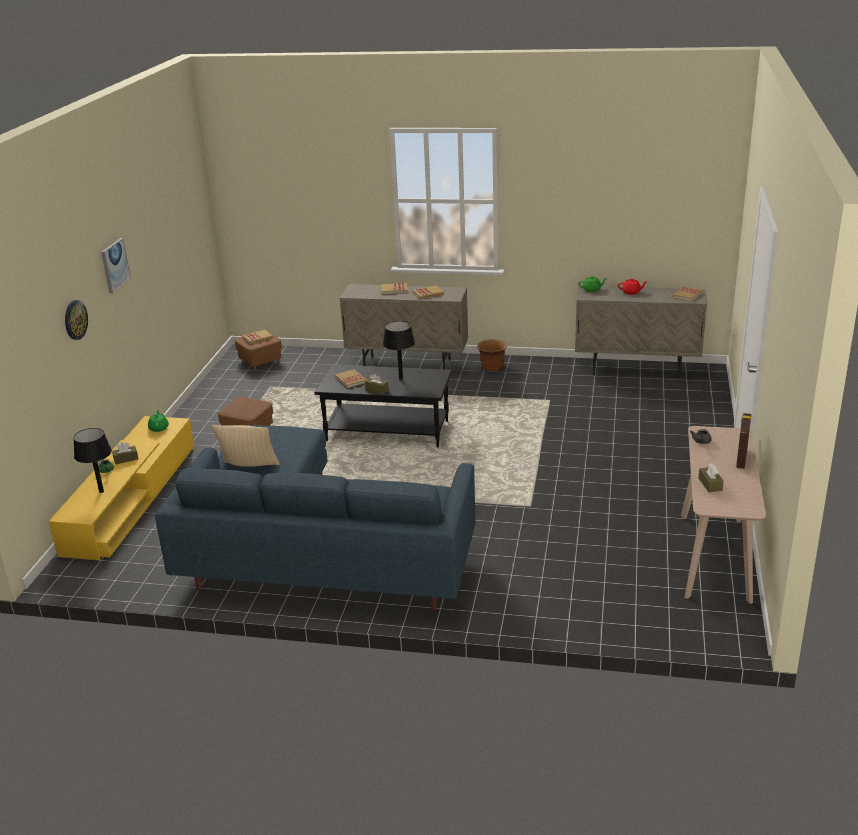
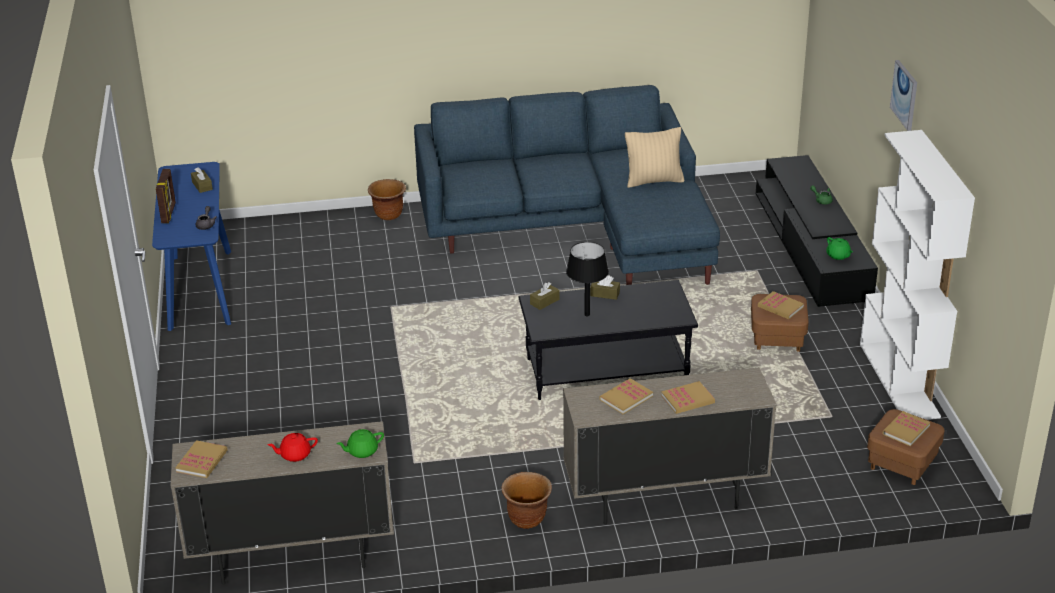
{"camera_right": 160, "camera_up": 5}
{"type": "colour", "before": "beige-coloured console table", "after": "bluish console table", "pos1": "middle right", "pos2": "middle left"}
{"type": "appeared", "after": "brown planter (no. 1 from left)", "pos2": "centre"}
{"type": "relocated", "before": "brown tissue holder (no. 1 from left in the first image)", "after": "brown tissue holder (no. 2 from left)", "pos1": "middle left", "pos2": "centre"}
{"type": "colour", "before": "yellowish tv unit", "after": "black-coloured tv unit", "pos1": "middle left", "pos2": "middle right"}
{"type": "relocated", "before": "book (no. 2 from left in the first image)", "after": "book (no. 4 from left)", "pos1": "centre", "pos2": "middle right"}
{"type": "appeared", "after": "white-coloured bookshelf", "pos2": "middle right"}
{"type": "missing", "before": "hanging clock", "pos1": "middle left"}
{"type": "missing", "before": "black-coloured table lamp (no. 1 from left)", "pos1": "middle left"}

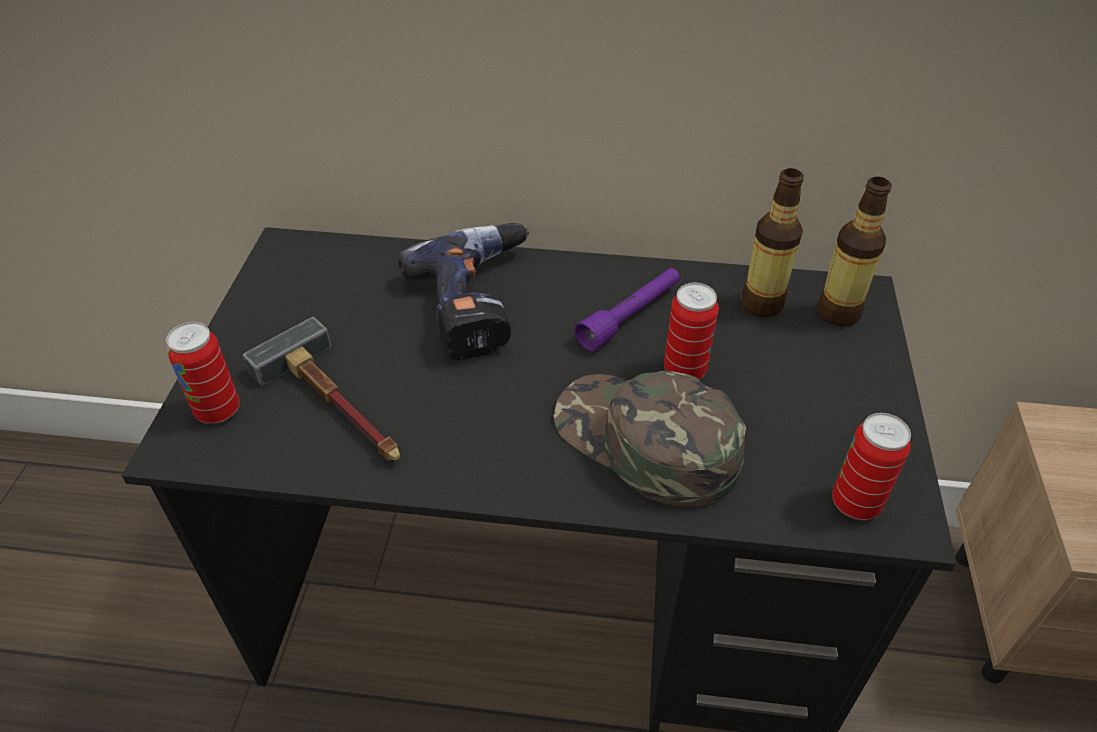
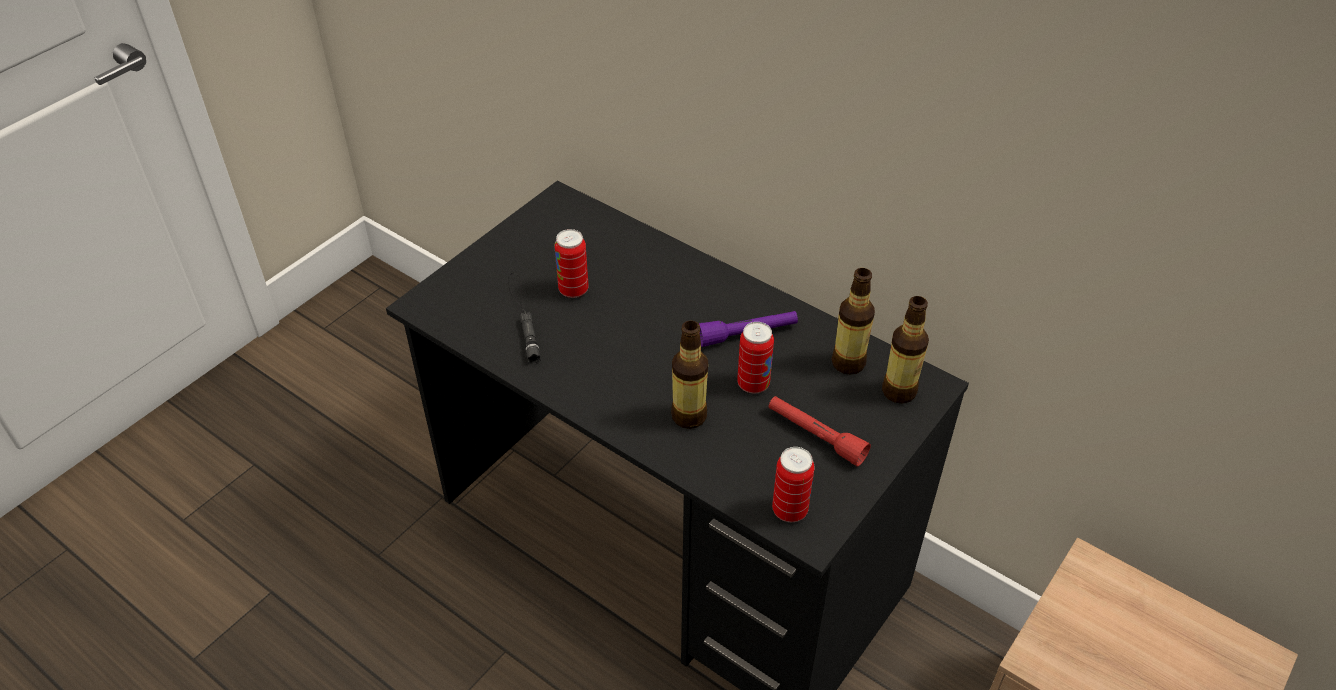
{"camera_right": 30, "camera_up": 0}
{"type": "exchanged", "before": "hand hammer", "after": "black-coloured flashlight", "pos1": "middle left", "pos2": "centre"}
{"type": "relocated", "before": "sealed can (no. 1 from left)", "pos1": "middle left", "pos2": "centre"}
{"type": "exchanged", "before": "green-coloured baseball cap", "after": "drink bottle (no. 1 from left)", "pos1": "centre", "pos2": "centre"}
{"type": "appeared", "after": "reddish flashlight", "pos2": "centre"}
{"type": "missing", "before": "electric drill", "pos1": "centre"}

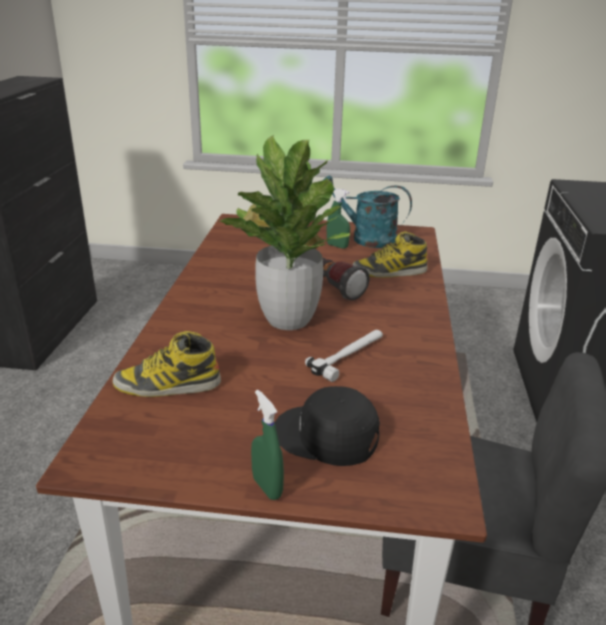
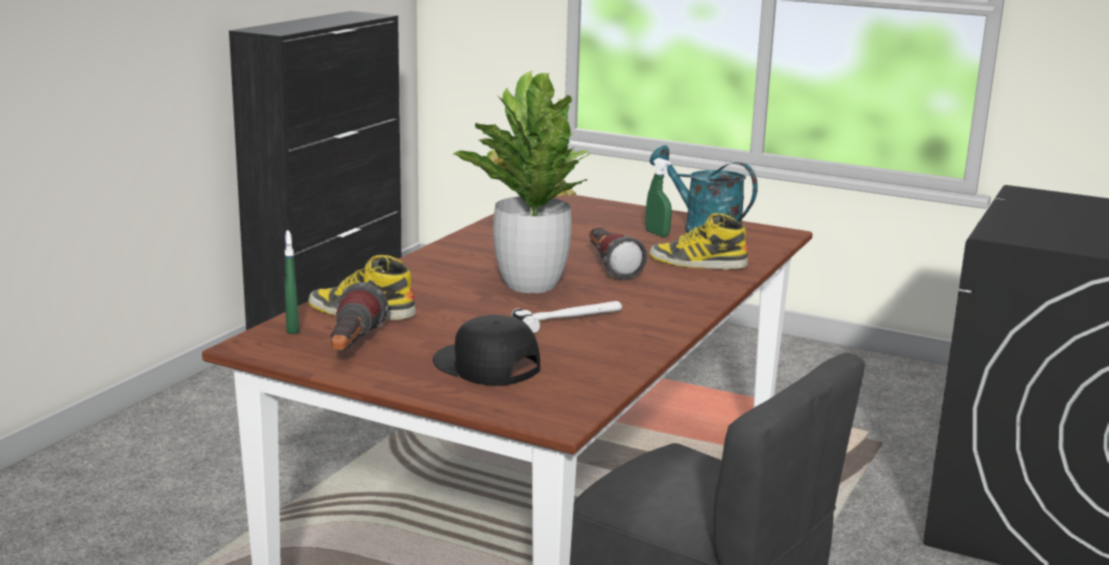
{"camera_right": 20, "camera_up": -10}
{"type": "relocated", "before": "green-coloured spray bottle (no. 1 from left)", "pos1": "bottom centre", "pos2": "middle left"}
{"type": "appeared", "after": "flashlight (no. 1 from left)", "pos2": "middle left"}

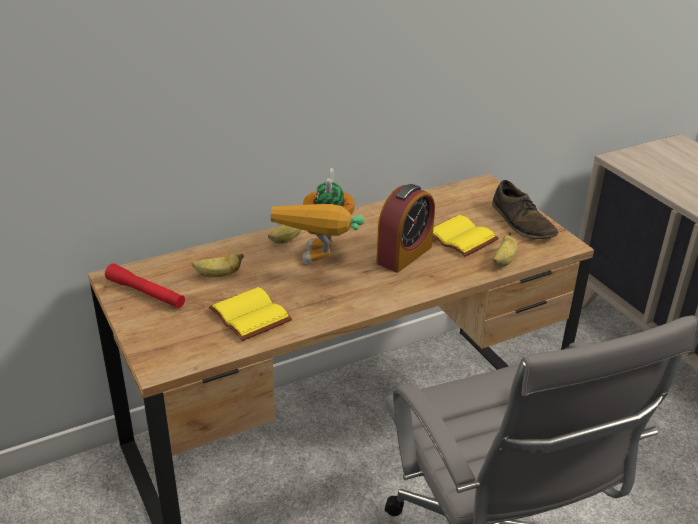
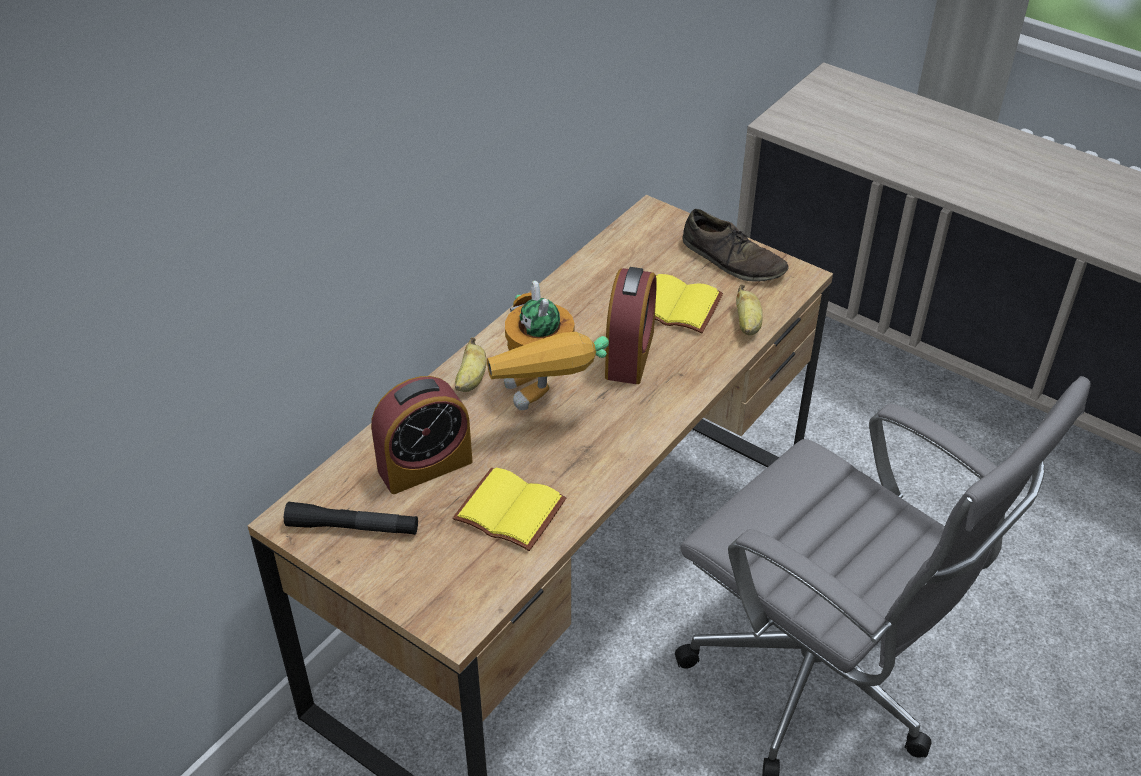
{"camera_right": -25, "camera_up": 10}
{"type": "colour", "before": "reddish flashlight", "after": "black-coloured flashlight", "pos1": "middle left", "pos2": "bottom left"}
{"type": "exchanged", "before": "banana fruit (no. 1 from left)", "after": "bedside clock (no. 1 from left)", "pos1": "middle left", "pos2": "centre"}

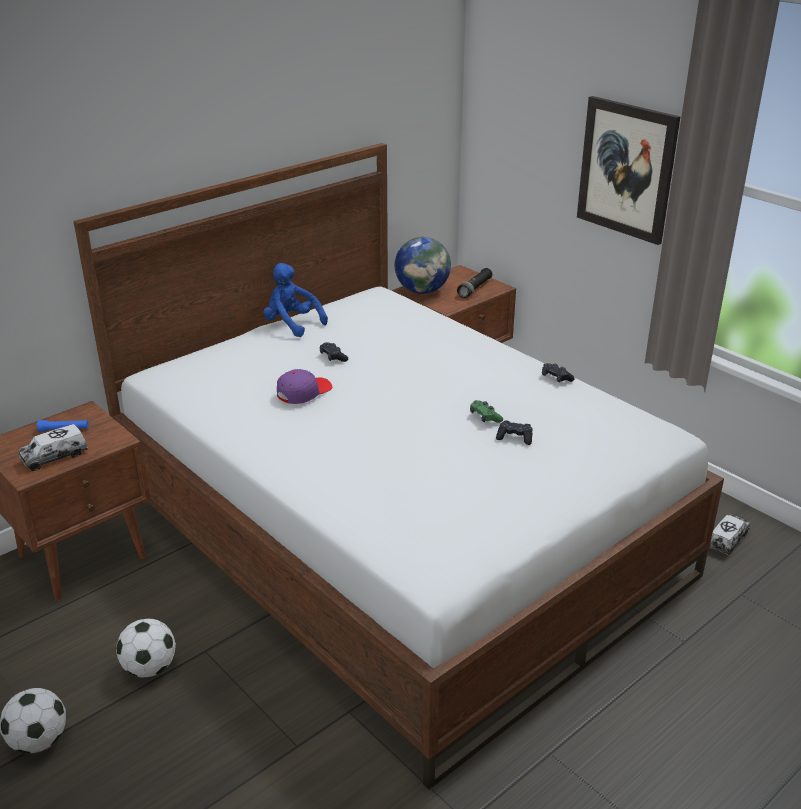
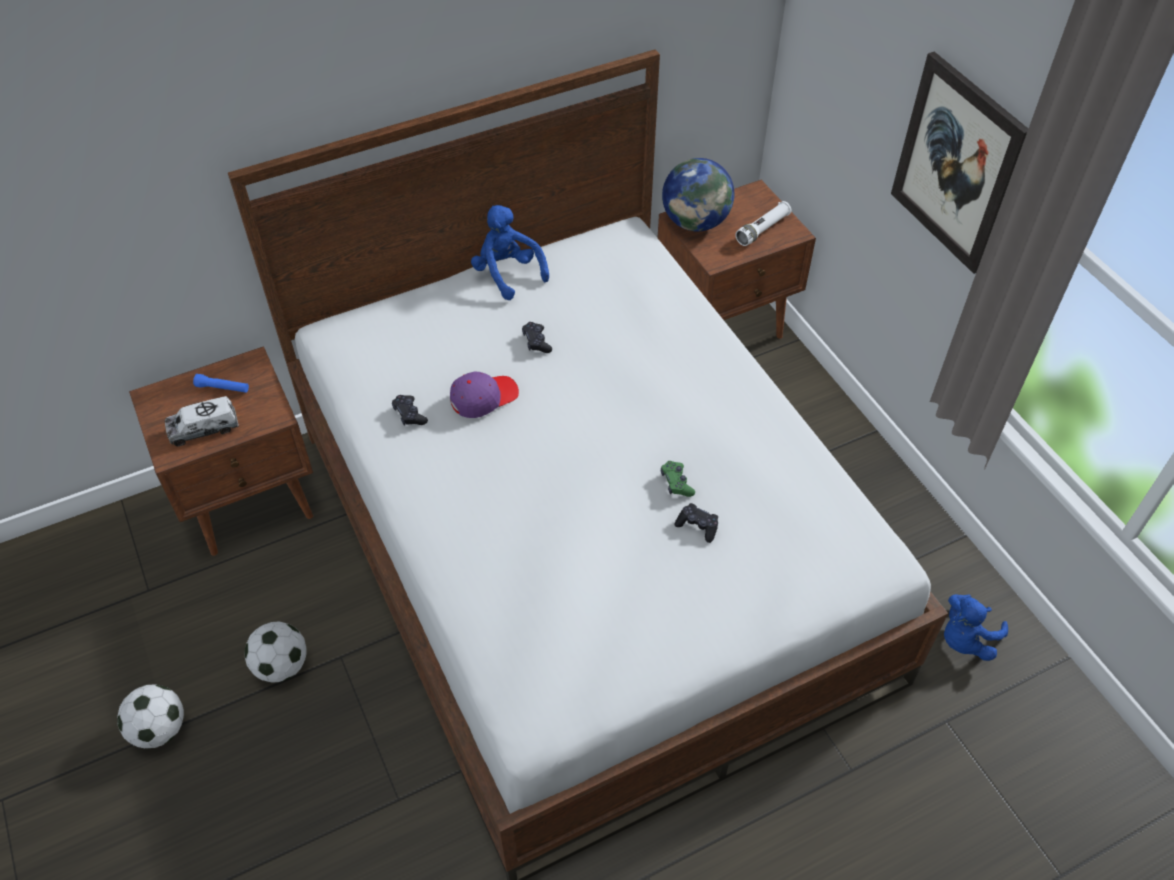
{"camera_right": 15, "camera_up": 20}
{"type": "relocated", "before": "black-coloured game controller (no. 3 from left in the first image)", "after": "black-coloured game controller (no. 1 from left)", "pos1": "middle right", "pos2": "centre"}
{"type": "colour", "before": "black-coloured flashlight", "after": "white-coloured flashlight", "pos1": "centre", "pos2": "top centre"}
{"type": "exchanged", "before": "toy lorry (no. 2 from left)", "after": "bluish plush toy (no. 2 from left)", "pos1": "middle right", "pos2": "bottom right"}

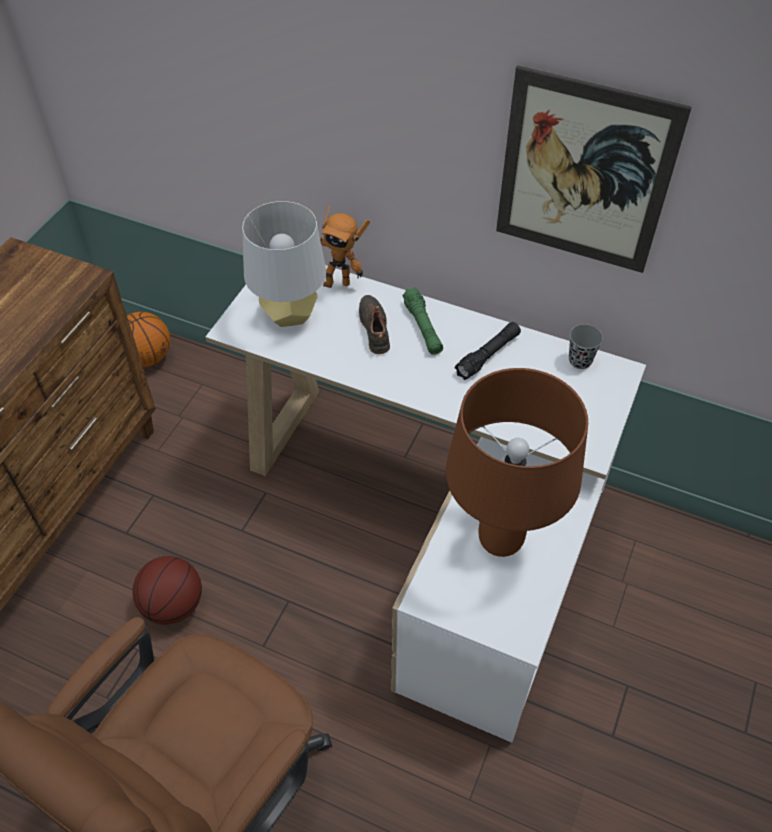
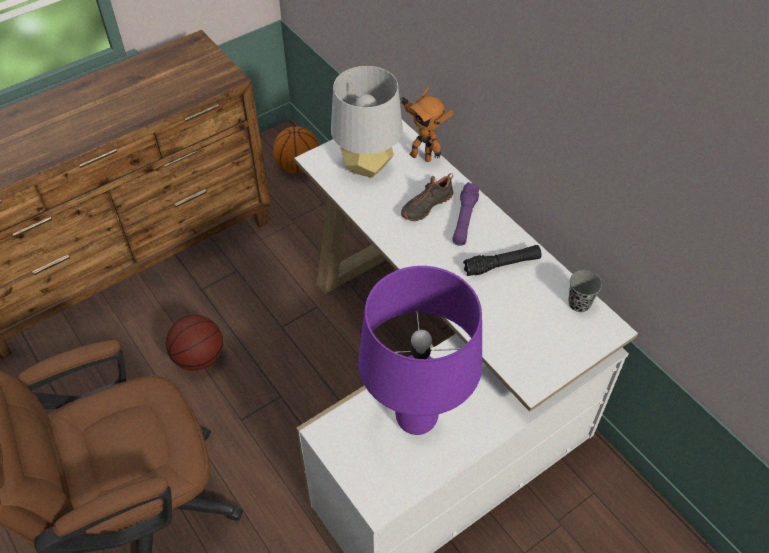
{"camera_right": 30, "camera_up": 0}
{"type": "colour", "before": "brown table lamp", "after": "purplish table lamp", "pos1": "middle right", "pos2": "centre"}
{"type": "spun", "before": "black-coloured shoe", "pos1": "centre", "pos2": "centre", "turn": -150}
{"type": "colour", "before": "green-coloured flashlight", "after": "purplish flashlight", "pos1": "centre", "pos2": "centre"}
{"type": "missing", "before": "wall art", "pos1": "top right"}

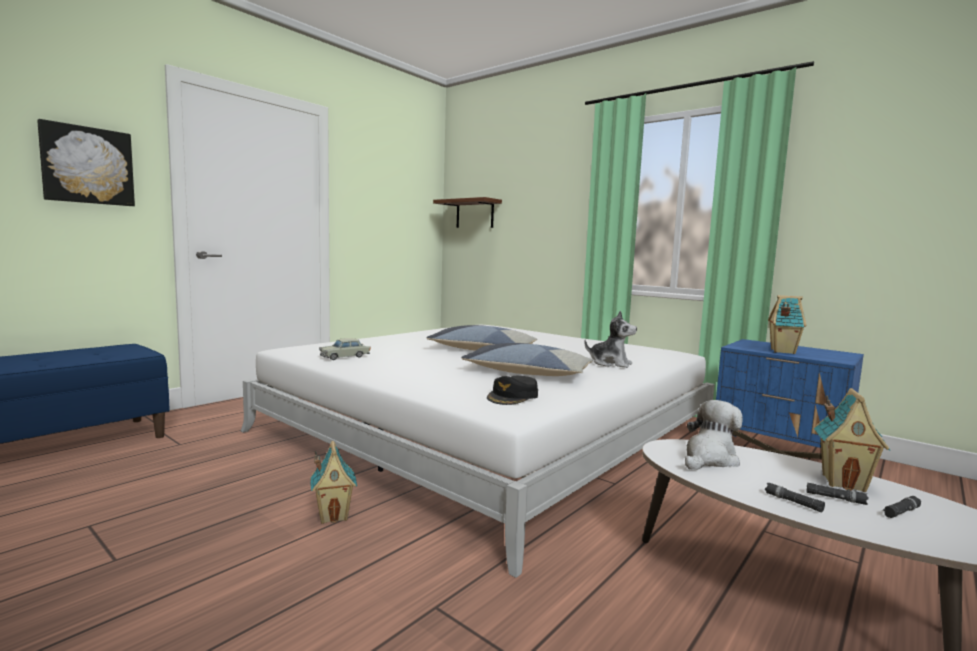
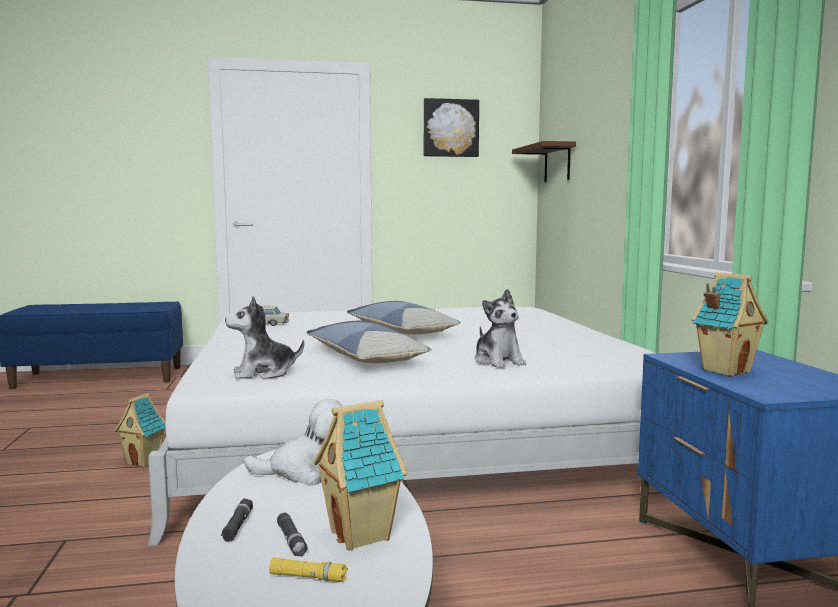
{"camera_right": 40, "camera_up": 0}
{"type": "exchanged", "before": "black-coloured baseball cap", "after": "plush toy (no. 1 from left)", "pos1": "centre", "pos2": "middle left"}
{"type": "colour", "before": "black-coloured flashlight (no. 3 from left)", "after": "yellowish flashlight", "pos1": "bottom right", "pos2": "bottom centre"}
{"type": "relocated", "before": "wall art", "pos1": "top left", "pos2": "top centre"}

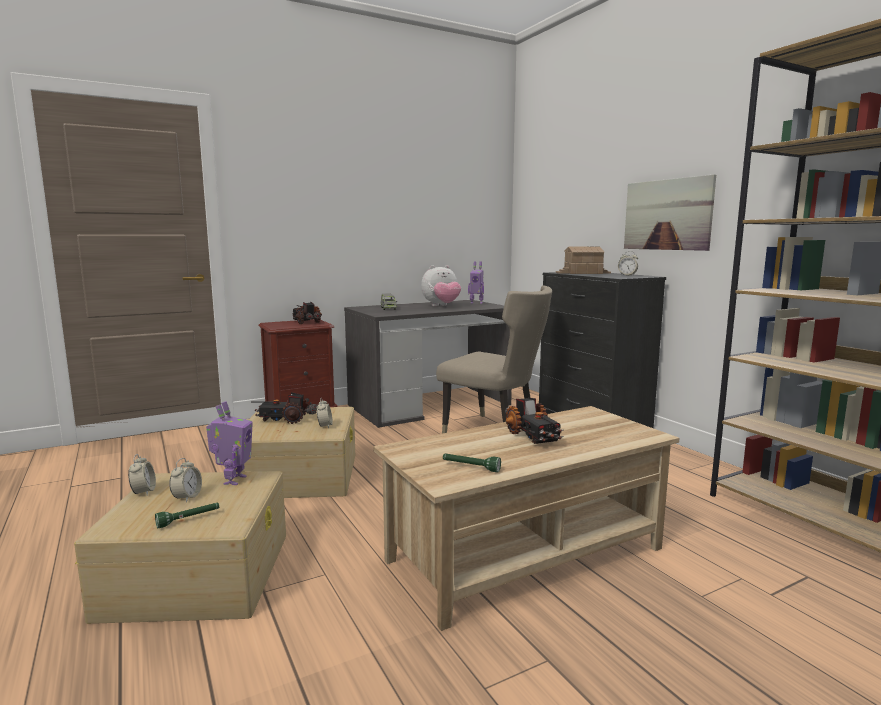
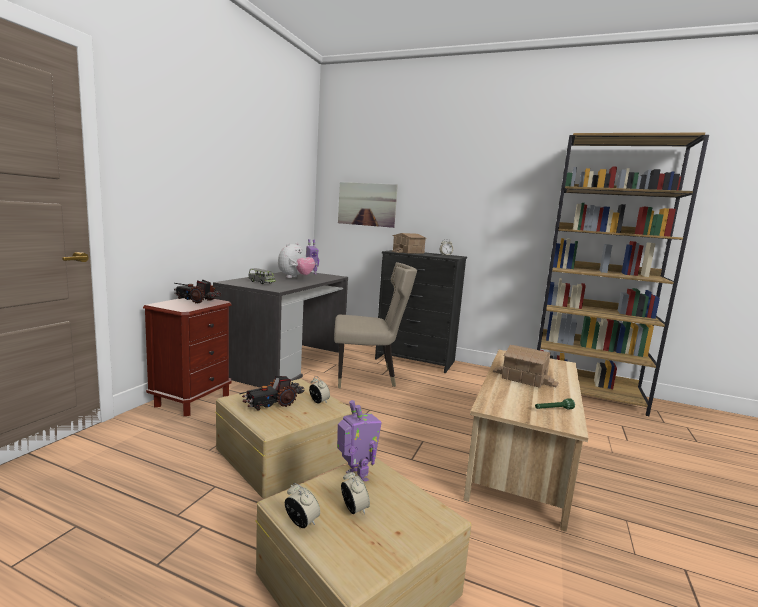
{"camera_right": -40, "camera_up": 0}
{"type": "relocated", "before": "wall art", "pos1": "top right", "pos2": "centre"}
{"type": "exchanged", "before": "toy lorry (no. 3 from left)", "after": "miniature house (no. 2 from left)", "pos1": "centre", "pos2": "middle right"}
{"type": "missing", "before": "green-coloured flashlight (no. 1 from left)", "pos1": "bottom left"}

